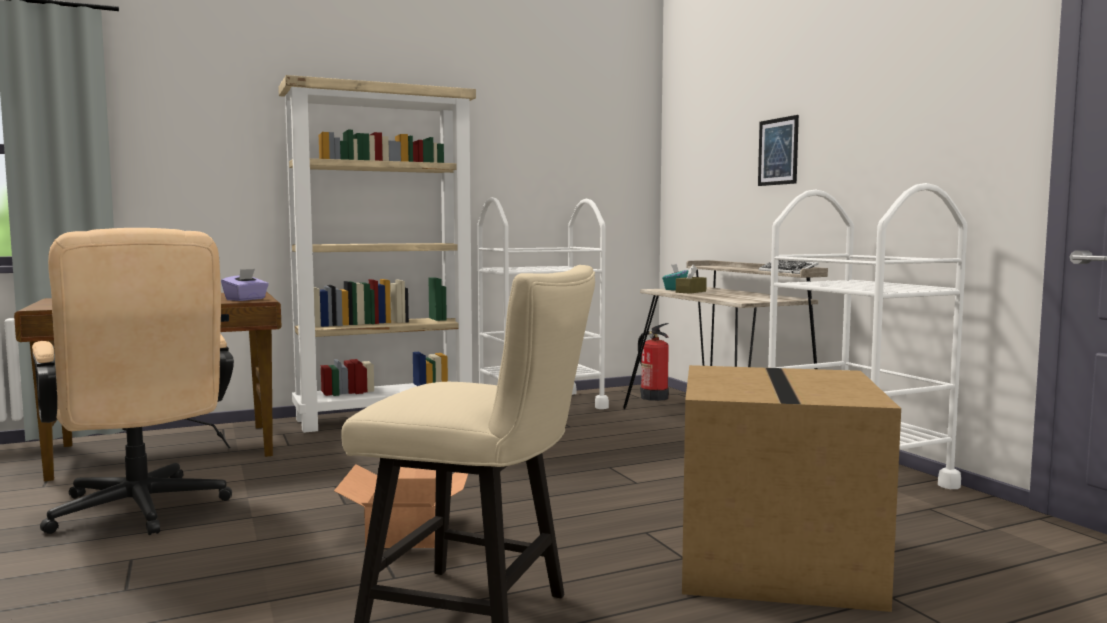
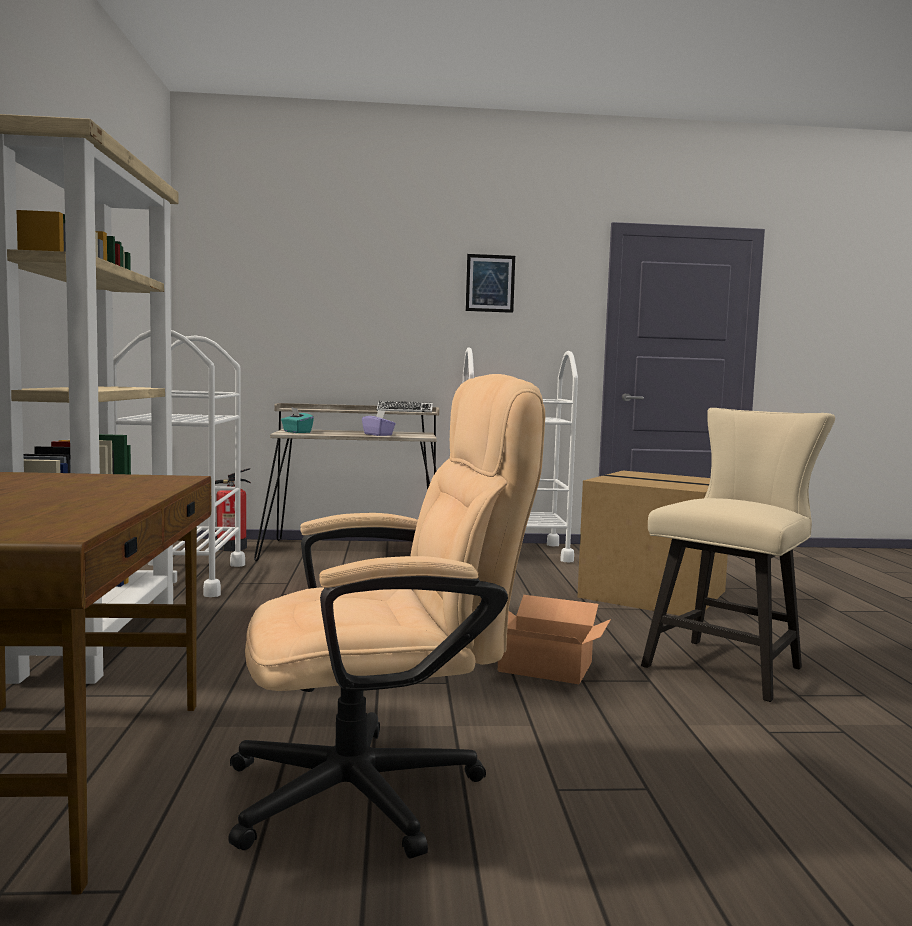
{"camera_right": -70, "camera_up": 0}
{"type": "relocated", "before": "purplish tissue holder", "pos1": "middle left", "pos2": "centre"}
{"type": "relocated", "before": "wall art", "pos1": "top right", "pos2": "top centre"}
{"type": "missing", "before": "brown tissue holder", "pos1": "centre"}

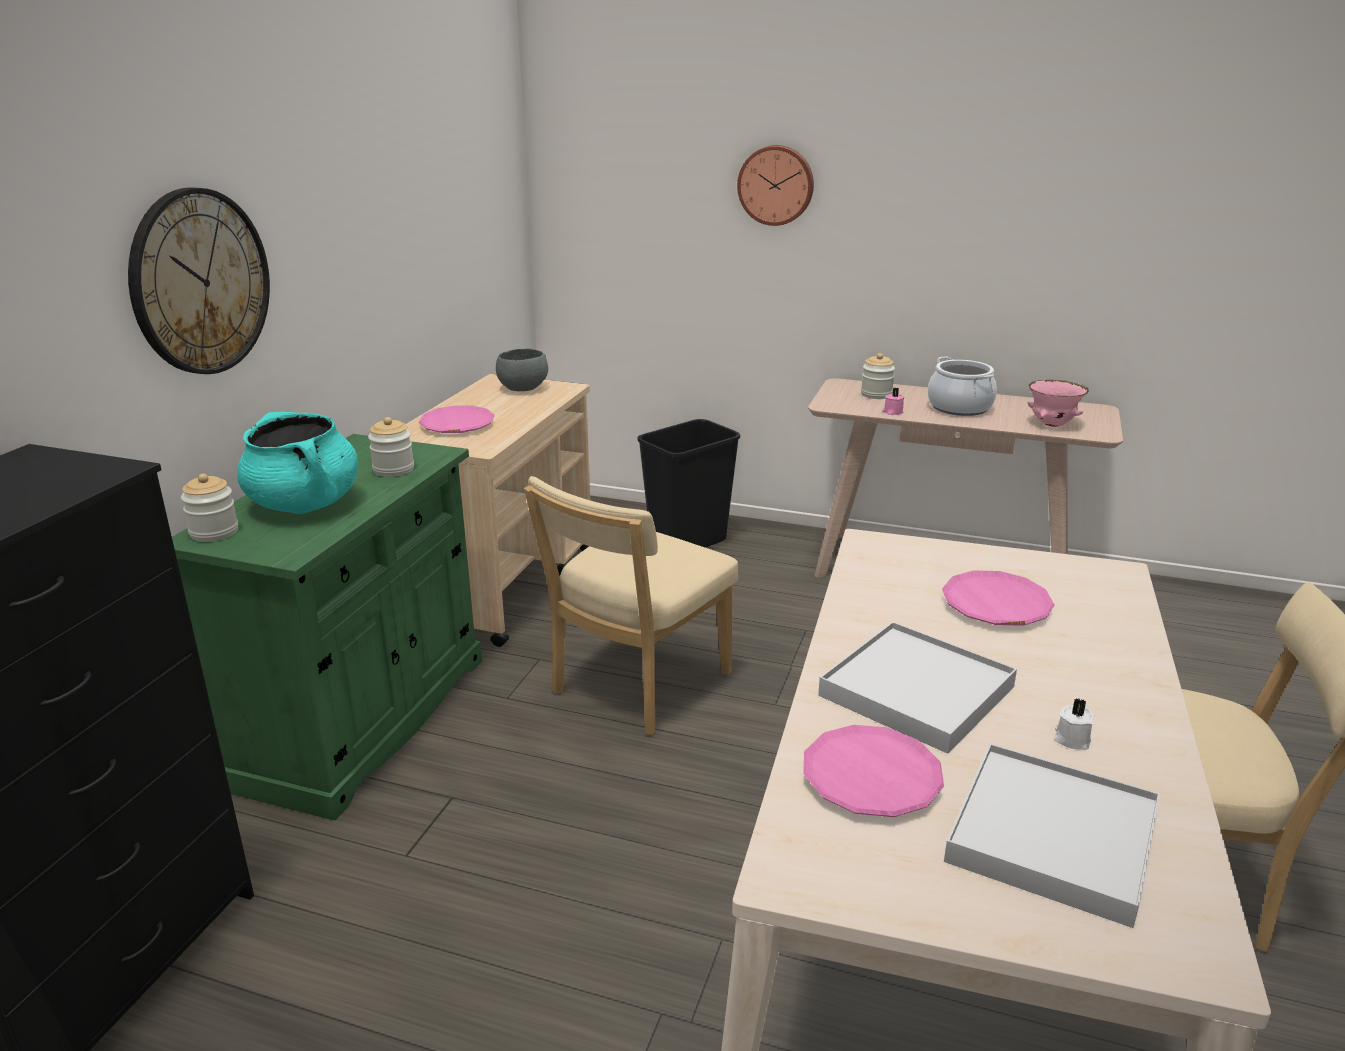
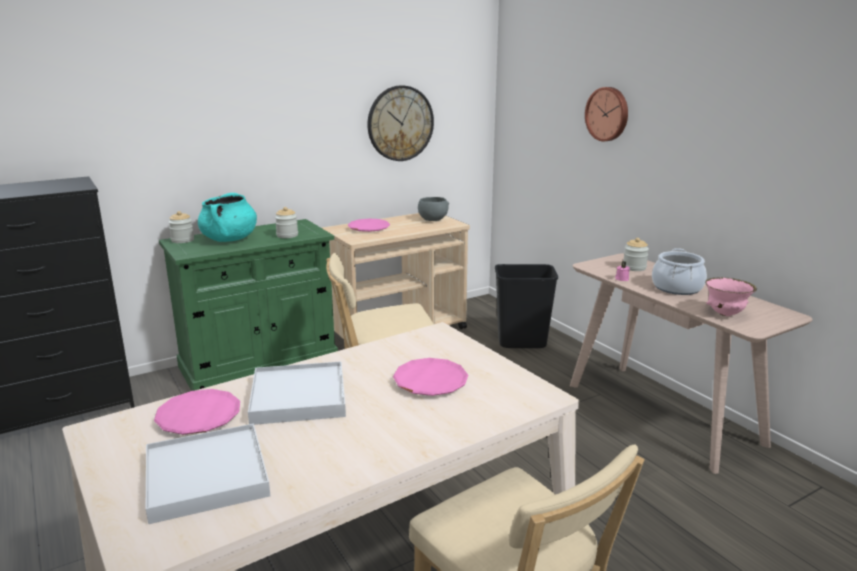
{"camera_right": 40, "camera_up": -5}
{"type": "relocated", "before": "hanging clock (no. 1 from left)", "pos1": "top left", "pos2": "top centre"}
{"type": "missing", "before": "white-coloured wax light", "pos1": "bottom right"}

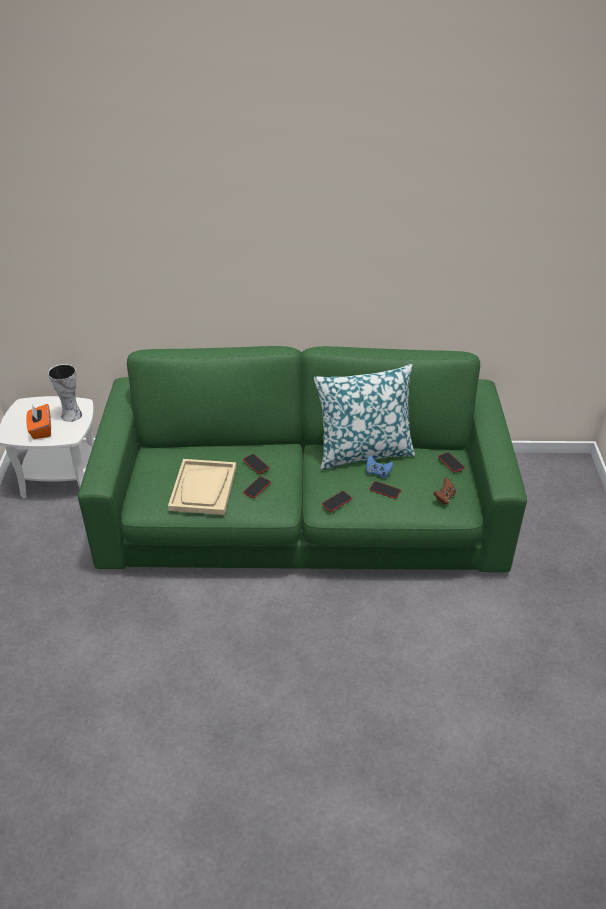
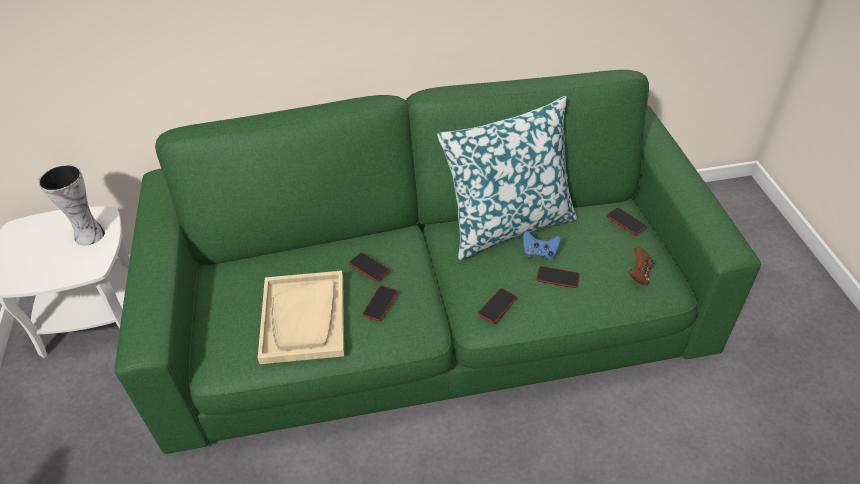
{"camera_right": -10, "camera_up": 5}
{"type": "missing", "before": "orangey tissue holder", "pos1": "middle left"}

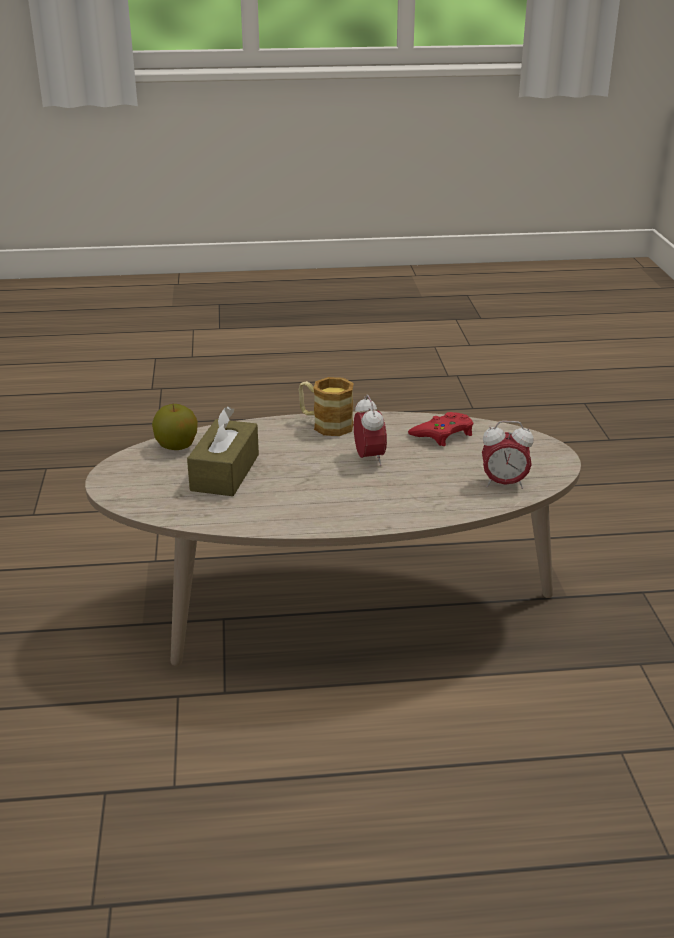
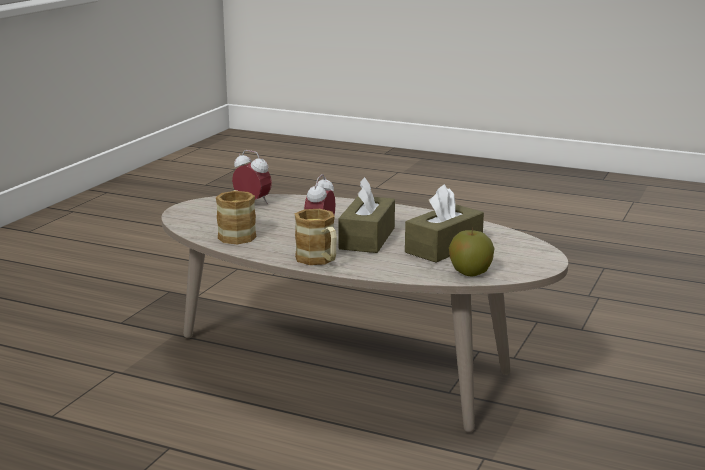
{"camera_right": -150, "camera_up": -10}
{"type": "exchanged", "before": "reddish game controller", "after": "tea mug (no. 1 from left)", "pos1": "centre", "pos2": "centre"}
{"type": "appeared", "after": "brown tissue holder (no. 1 from left)", "pos2": "centre"}

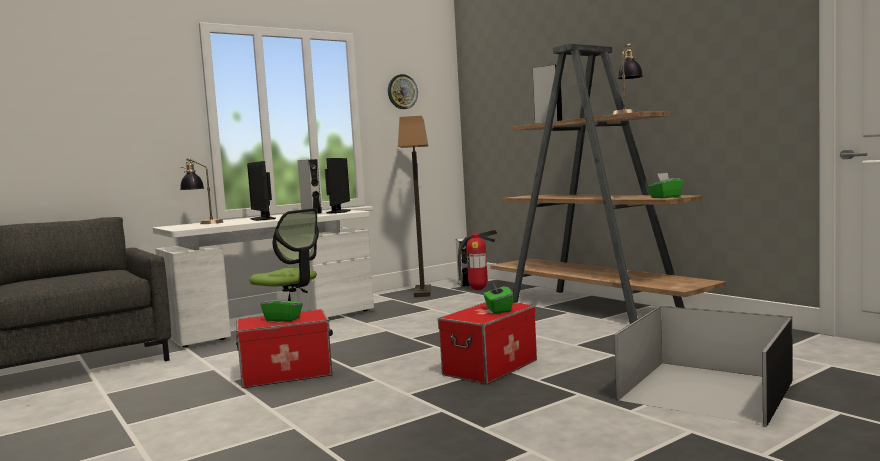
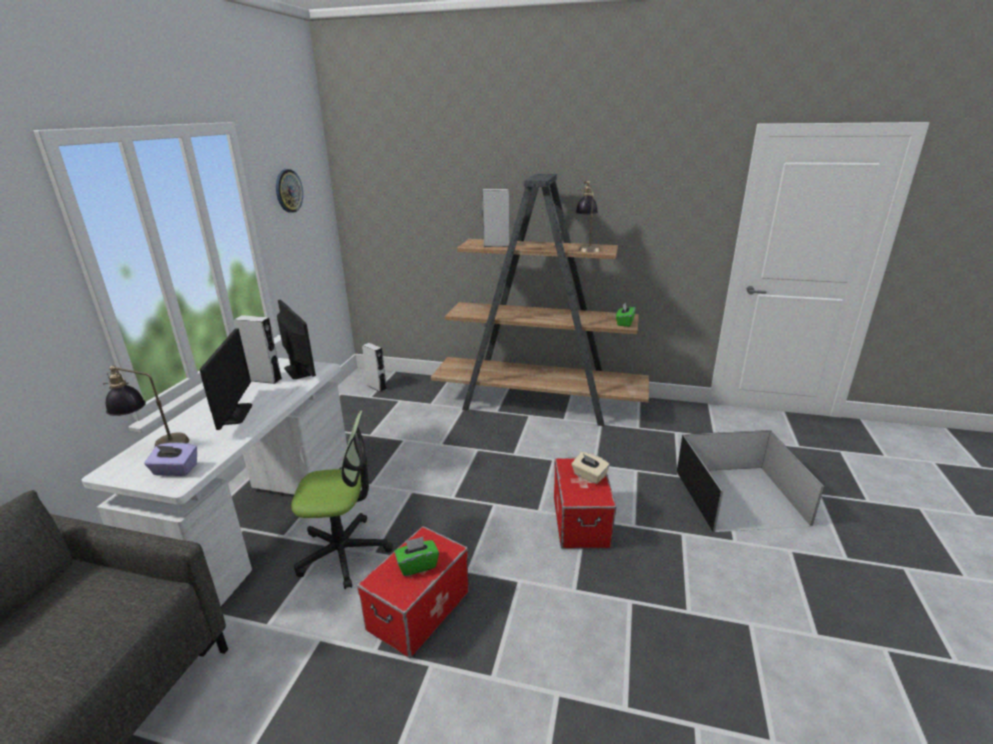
{"camera_right": -40, "camera_up": 20}
{"type": "appeared", "after": "purplish tissue holder", "pos2": "middle left"}
{"type": "spun", "before": "monitor (no. 1 from left)", "pos1": "middle left", "pos2": "middle left", "turn": -120}
{"type": "colour", "before": "green-coloured tissue holder (no. 2 from left)", "after": "beige-coloured tissue holder", "pos1": "centre", "pos2": "centre"}
{"type": "missing", "before": "standing lamp", "pos1": "centre"}
{"type": "missing", "before": "fire-fighting cylinder", "pos1": "centre"}

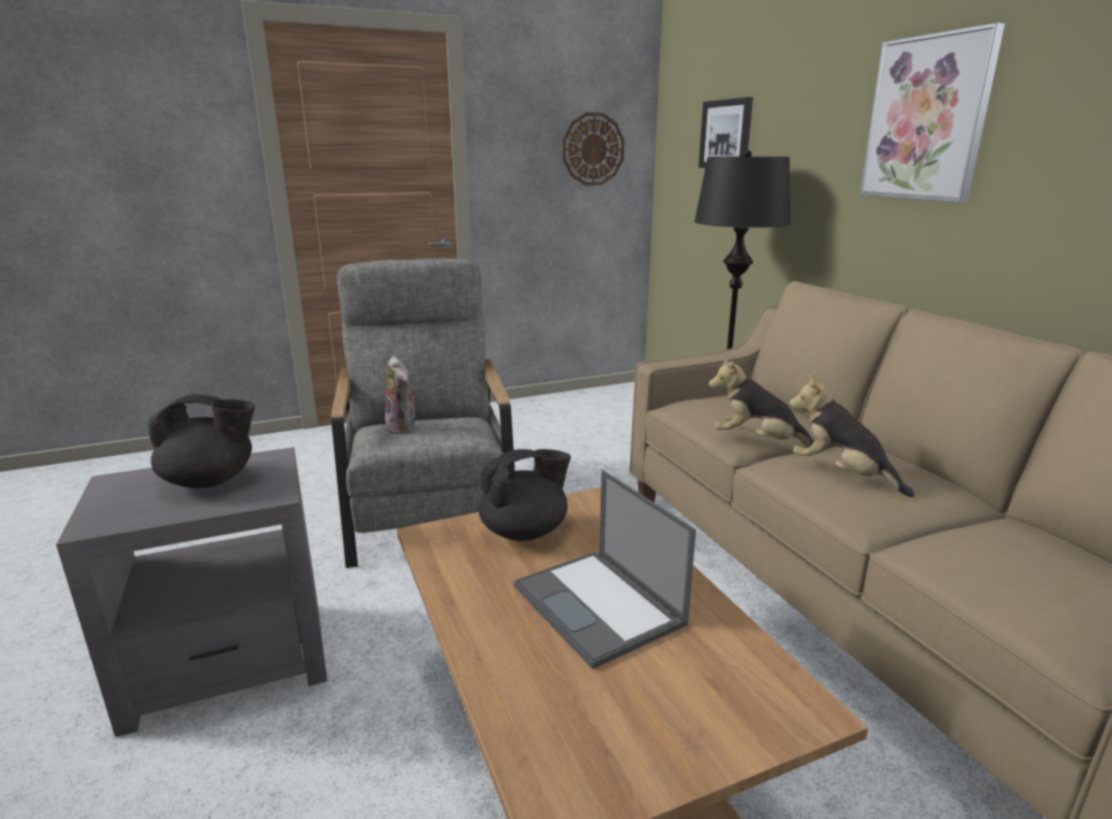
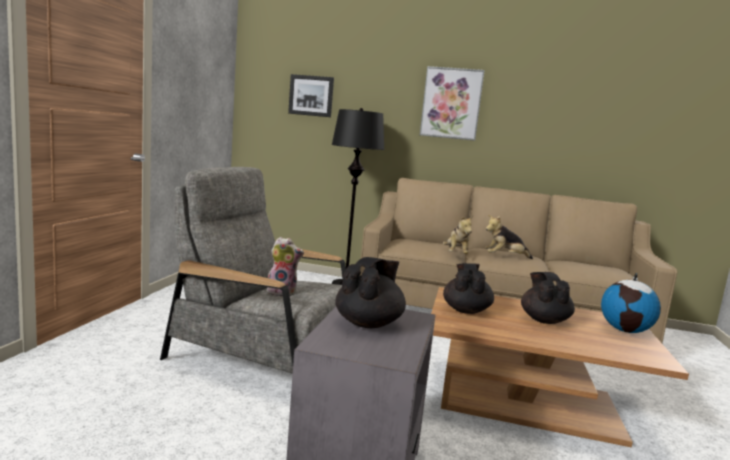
{"camera_right": -55, "camera_up": -10}
{"type": "spun", "before": "plush toy (no. 2 from left)", "pos1": "middle right", "pos2": "centre", "turn": -60}
{"type": "exchanged", "before": "portable computer", "after": "black-coloured pot for tea (no. 3 from left)", "pos1": "bottom centre", "pos2": "middle right"}
{"type": "appeared", "after": "globe", "pos2": "middle right"}
{"type": "missing", "before": "hanging clock", "pos1": "top centre"}

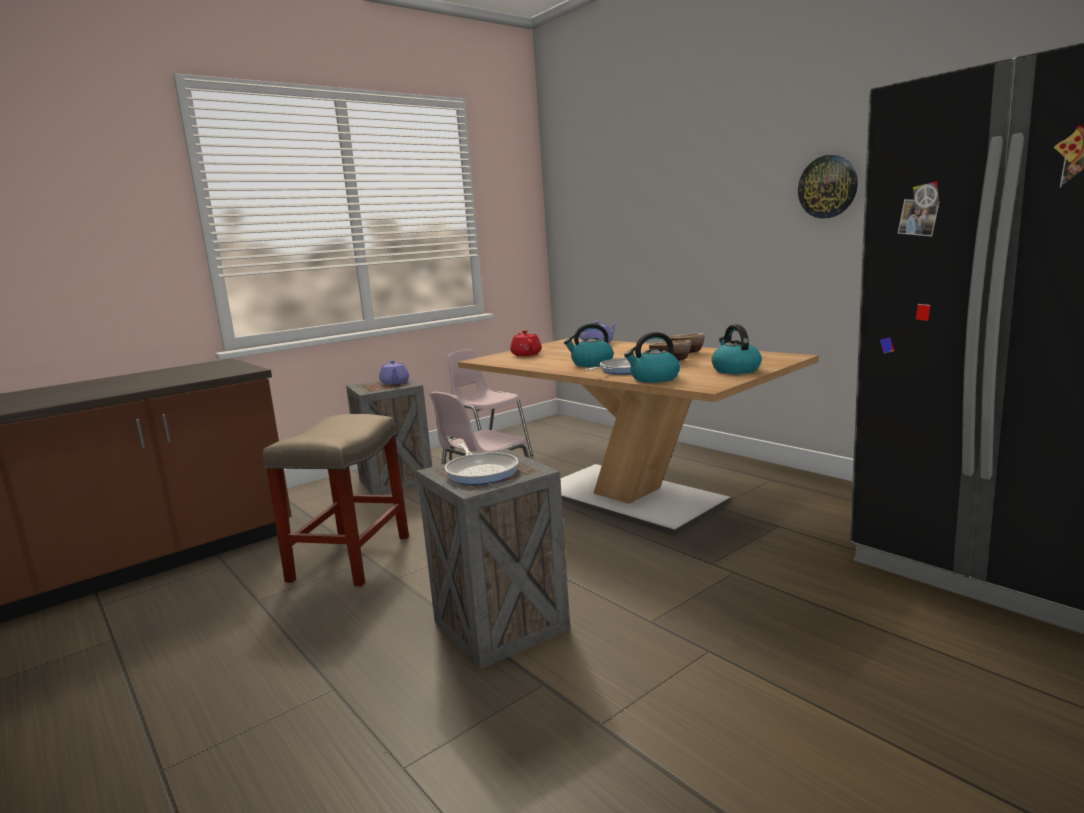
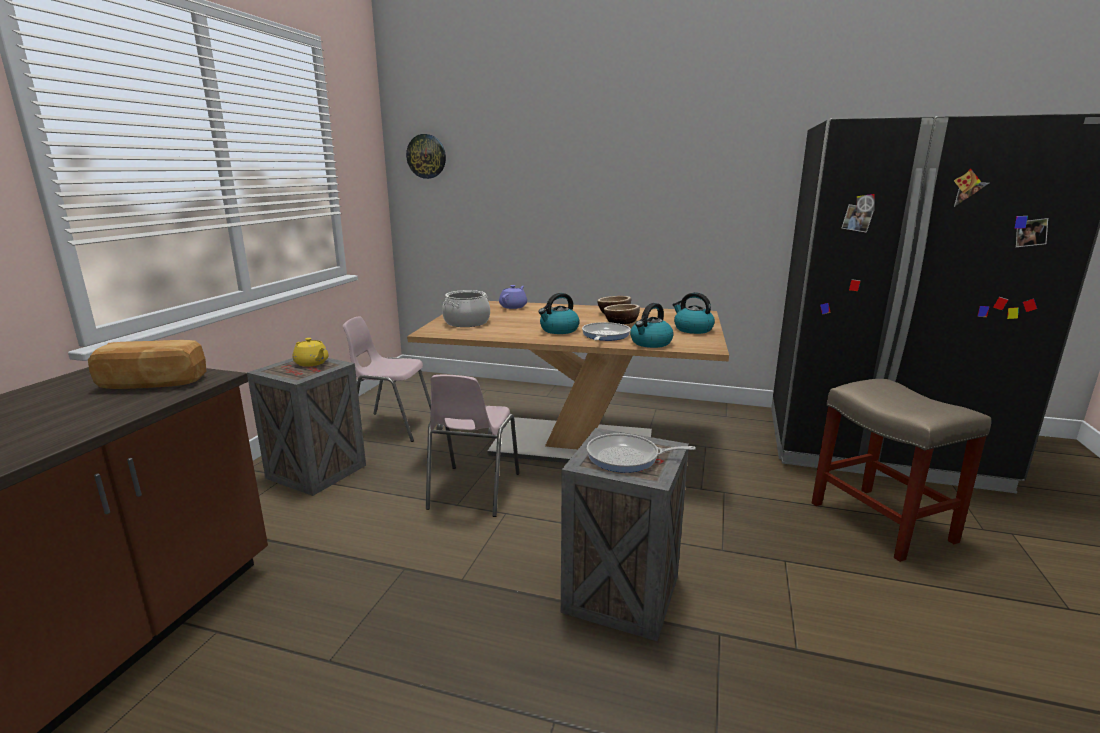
{"camera_right": -35, "camera_up": 5}
{"type": "appeared", "after": "baked bread", "pos2": "middle left"}
{"type": "colour", "before": "purplish pot for tea (no. 1 from left)", "after": "yellowish pot for tea", "pos1": "centre", "pos2": "middle left"}
{"type": "relocated", "before": "hanging clock", "pos1": "top right", "pos2": "top centre"}
{"type": "exchanged", "before": "reddish pot for tea", "after": "stockpot", "pos1": "centre", "pos2": "centre"}
{"type": "spun", "before": "pan (no. 1 from left in the first image)", "pos1": "centre", "pos2": "centre", "turn": 150}
{"type": "relocated", "before": "beige-coloured stool seat", "pos1": "middle left", "pos2": "middle right"}

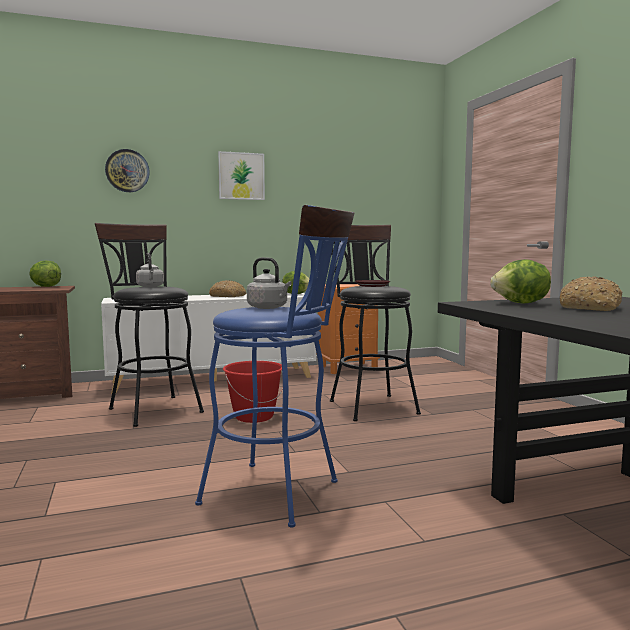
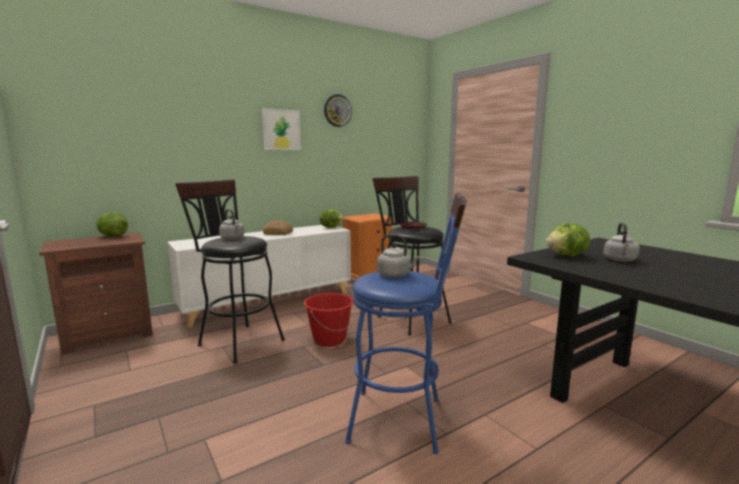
{"camera_right": -15, "camera_up": 5}
{"type": "relocated", "before": "hanging clock", "pos1": "top left", "pos2": "top centre"}
{"type": "exchanged", "before": "baked bread (no. 2 from left)", "after": "grey kettle (no. 3 from left)", "pos1": "middle right", "pos2": "middle right"}

